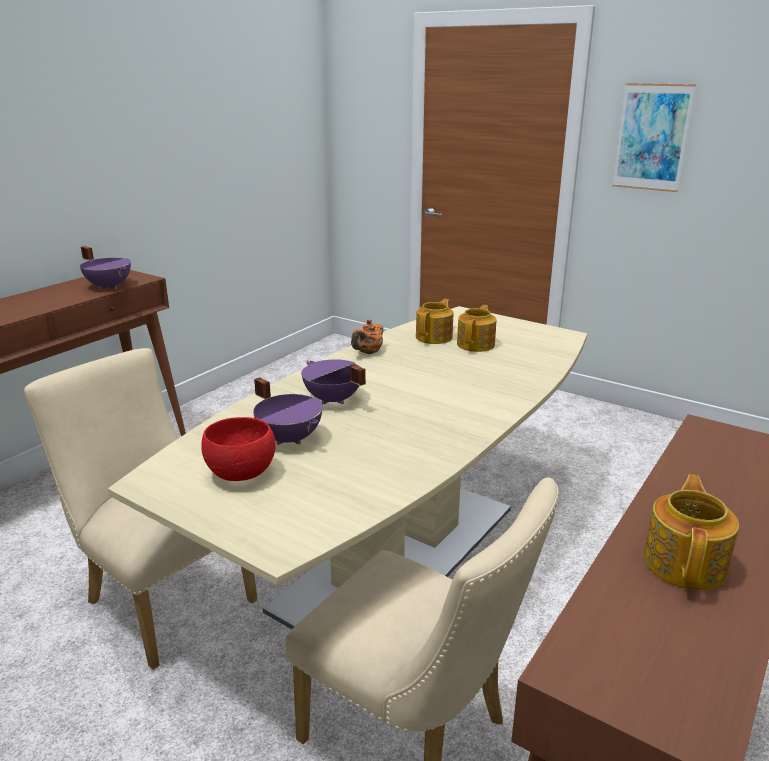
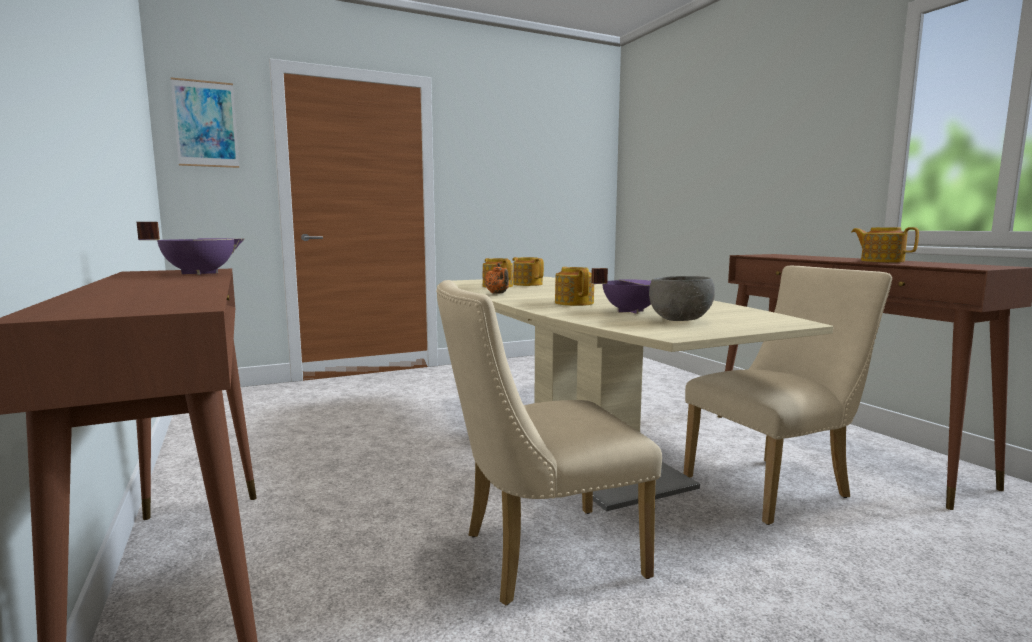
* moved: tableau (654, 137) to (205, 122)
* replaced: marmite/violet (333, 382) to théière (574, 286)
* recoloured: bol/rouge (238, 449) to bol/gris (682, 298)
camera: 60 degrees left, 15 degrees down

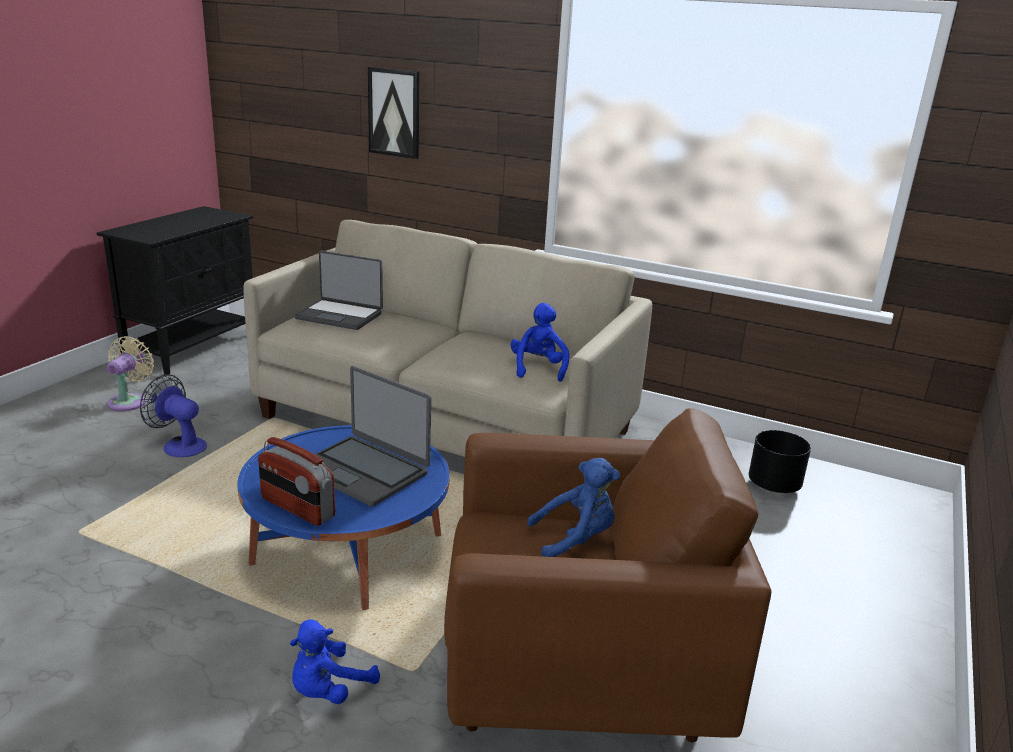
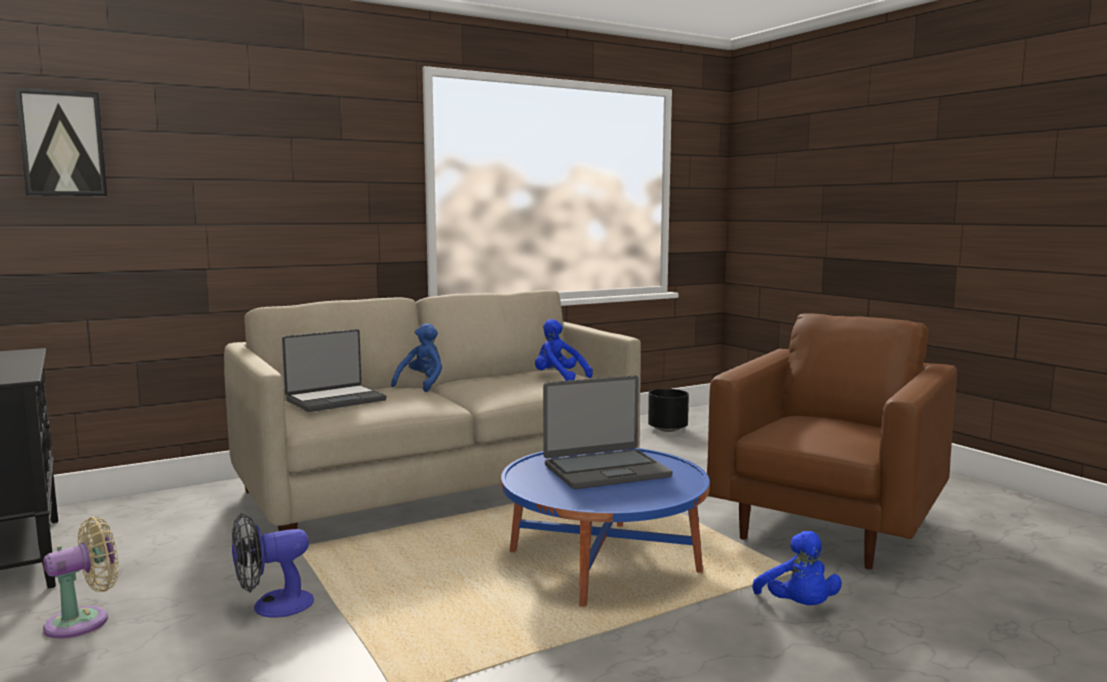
* removed: radio (296, 481)
* moved: tableau (393, 113) to (61, 141)
* moved: peluche/bleu (573, 507) to (416, 357)
* turned: ventilateur/beige (130, 373) = (81, 577) 90 degrees clockwise
camera: 55 degrees left, 15 degrees down

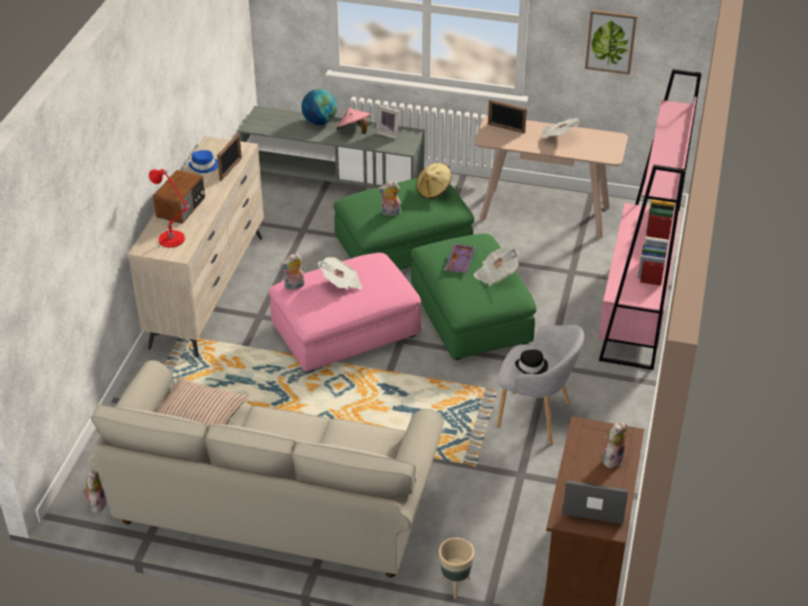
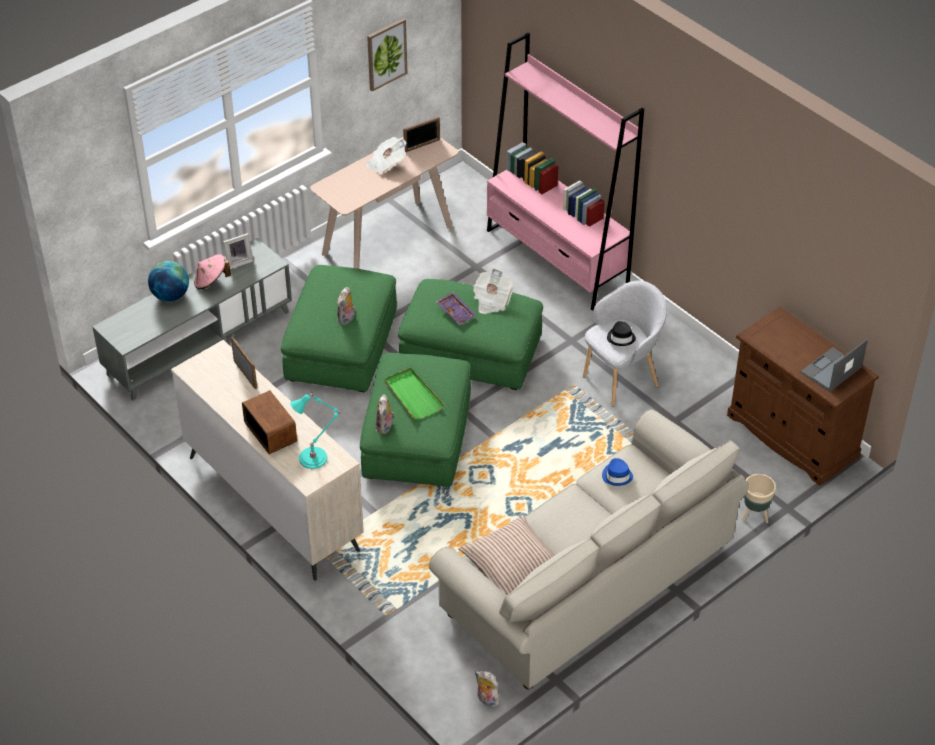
* removed: chapeau/beige (434, 181)
* removed: peluche (615, 445)
* moved: chapeau/bleu (203, 161) to (617, 472)
* moved: cadre photo (507, 116) to (421, 134)
* replaced: journal (340, 273) to plateau/vert (414, 393)
* recoloured: lampe de table/rouge (170, 208) to lampe de table/turquoise (315, 430)
* recoloured: pouf/rose (345, 312) to pouf/vert (415, 420)
camera: 55 degrees left, 5 degrees up

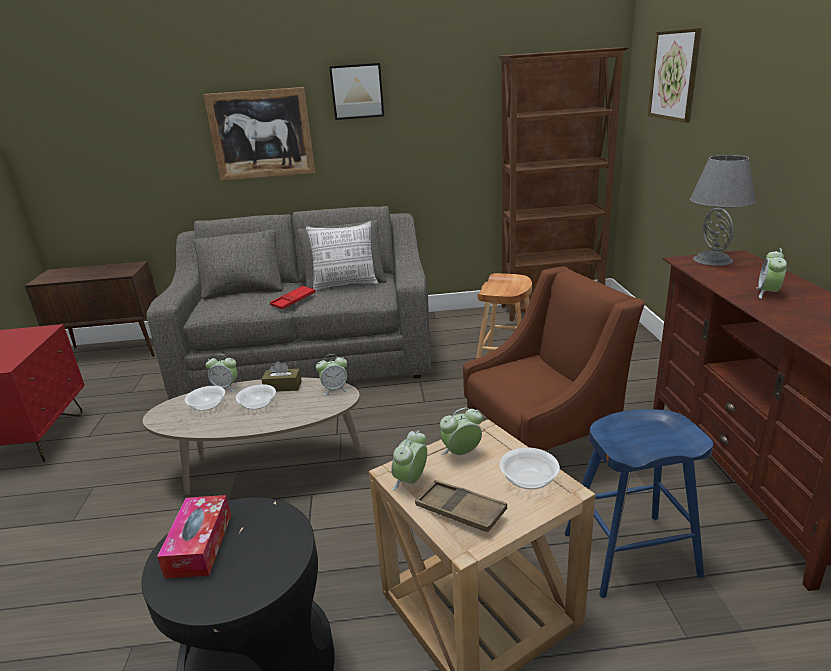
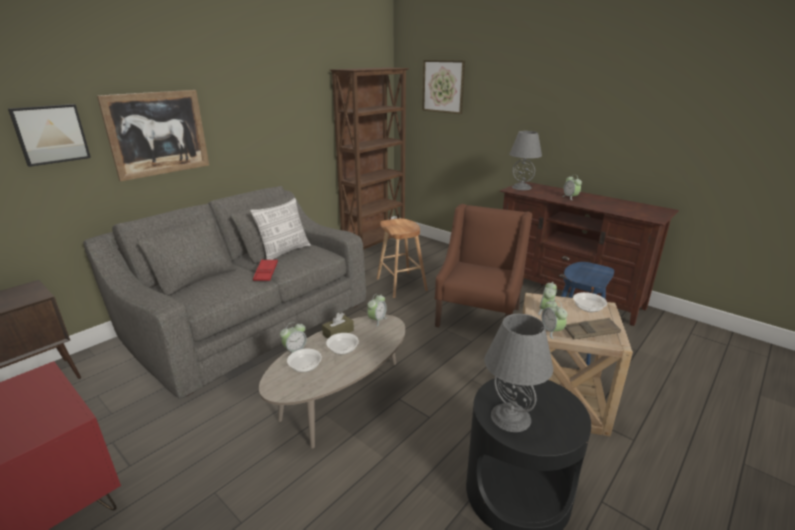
* moved: tableau (356, 91) to (49, 135)
* replaced: boîte à mouchoirs (194, 537) to lampe de table/gris (518, 373)
camera: 45 degrees left, 0 degrees up

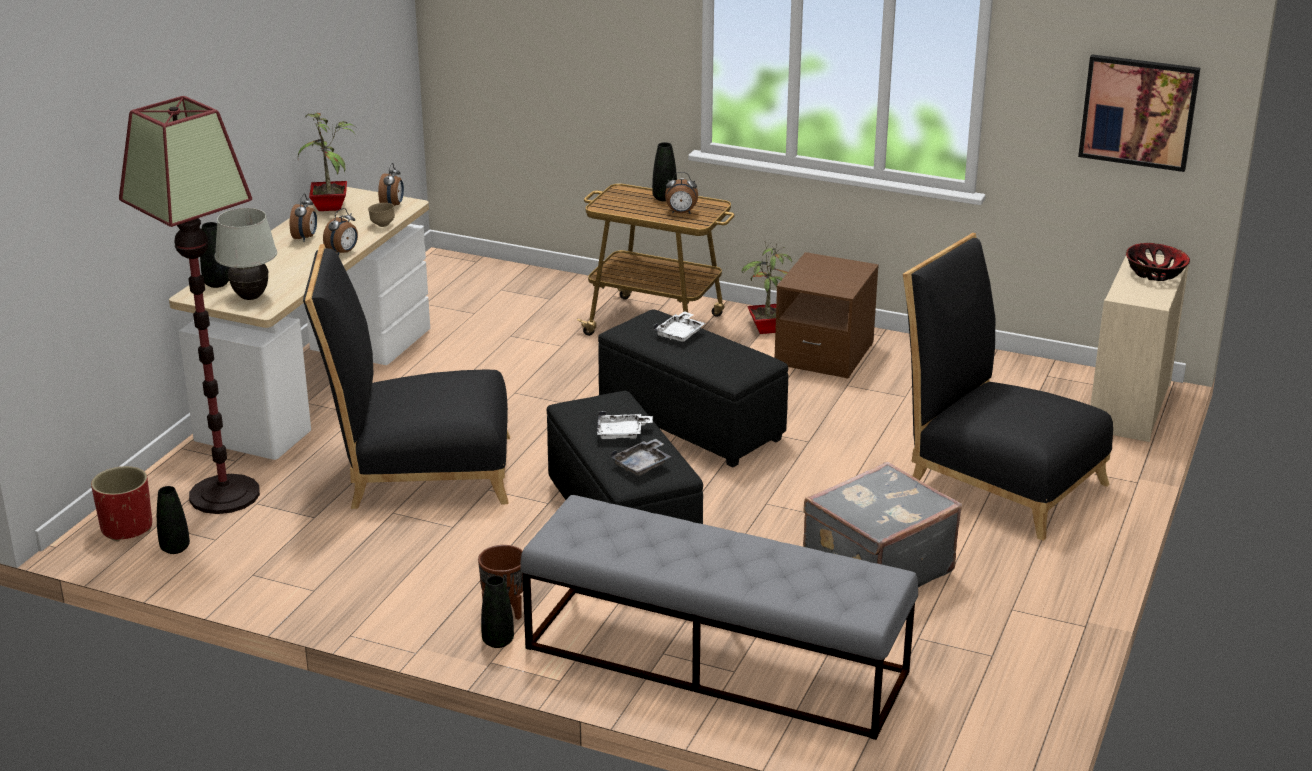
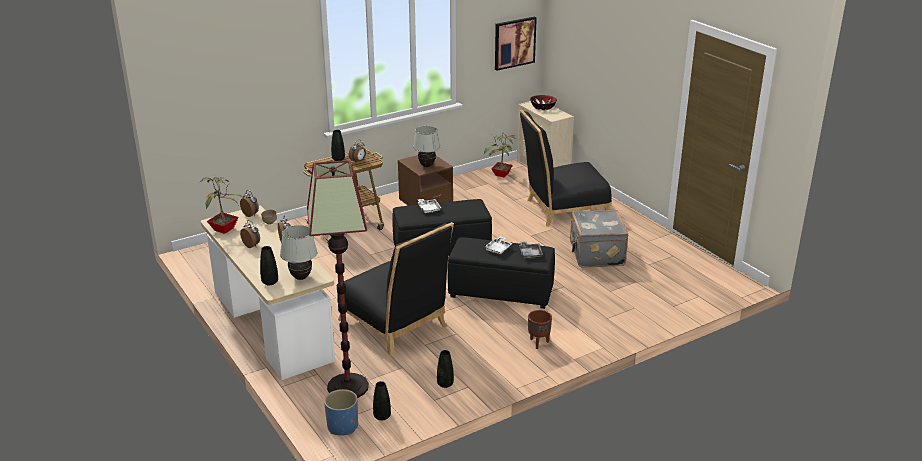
* removed: banc/gris (719, 617)
* added: lampe de table/blanc (426, 146)
* moved: vase/noir (497, 611) to (445, 369)
* moved: plante en pot (766, 288) to (499, 155)
* recoloured: cache-pot/rouge (121, 503) to cache-pot/bleu (341, 412)
* turned: chaise/noir (406, 376) = (395, 289) 75 degrees counterclockwise
camera: 55 degrees left, 0 degrees up

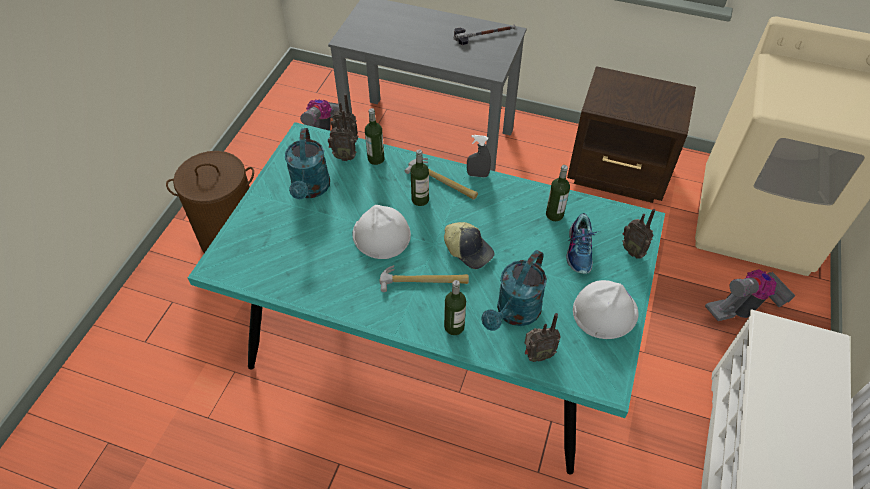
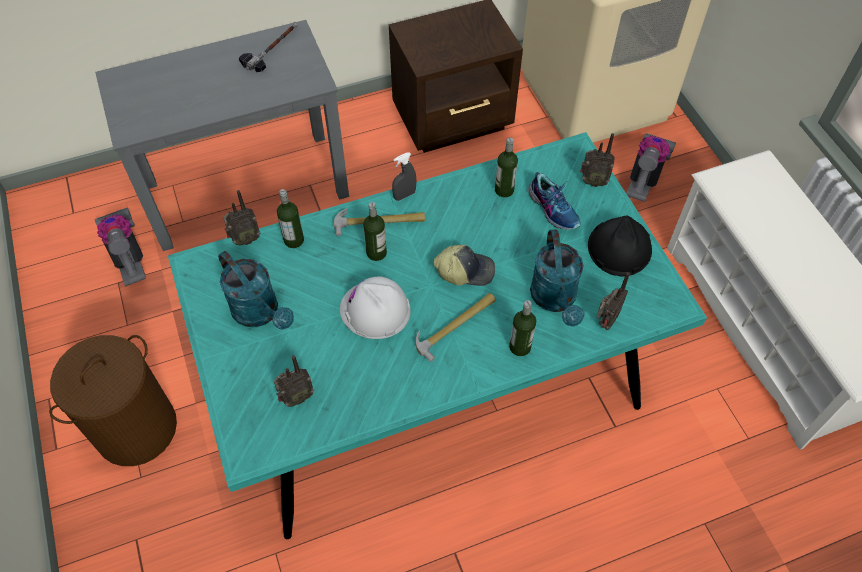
* moved: radio (342, 135) to (294, 381)
* recoloured: casque de chantier/blanc (606, 309) to casque de chantier/noir (620, 246)
camera: 40 degrees left, 5 degrees up

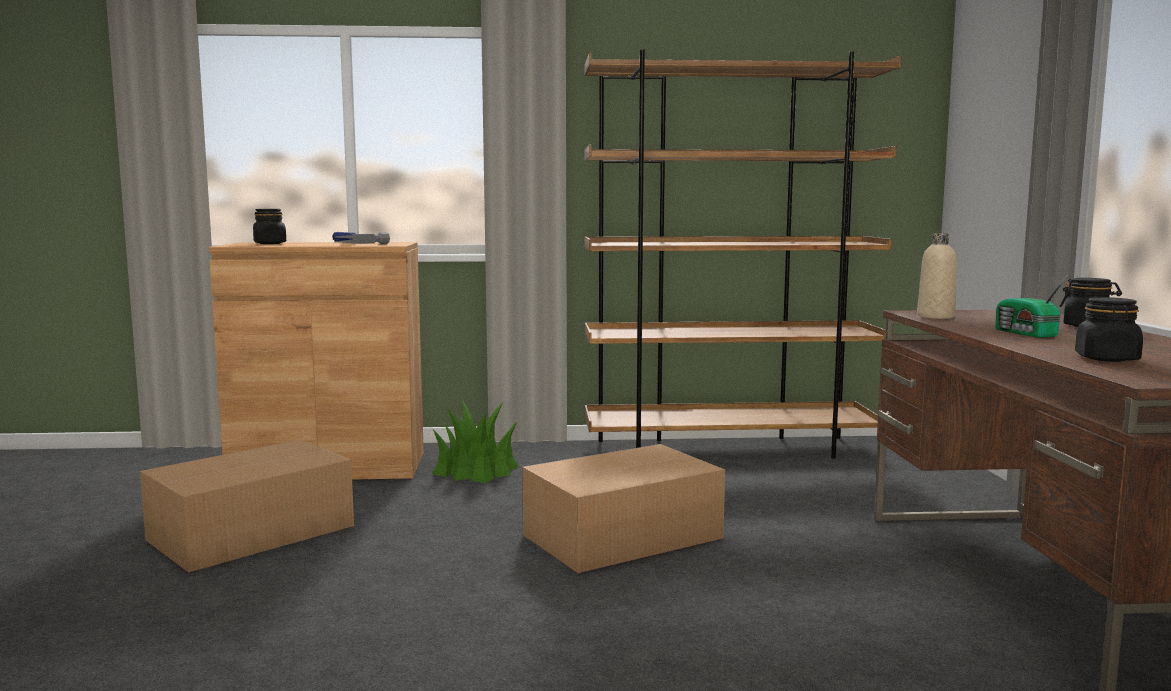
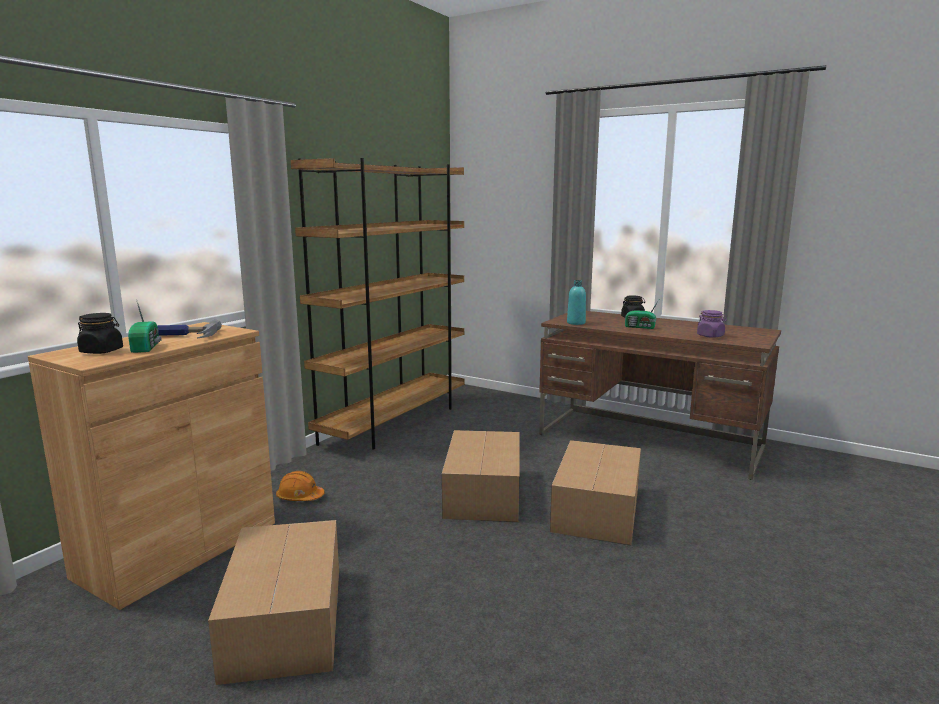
* added: radio (145, 327)
* added: carton (595, 492)
* replaced: plante en pot (475, 442) to casque de chantier/orange (300, 486)
* recoloured: bouteille/beige (937, 276) to bouteille/turquoise (576, 302)
* recoloured: bocal/noir (1109, 329) to bocal/violet (712, 324)
camera: 55 degrees left, 5 degrees up

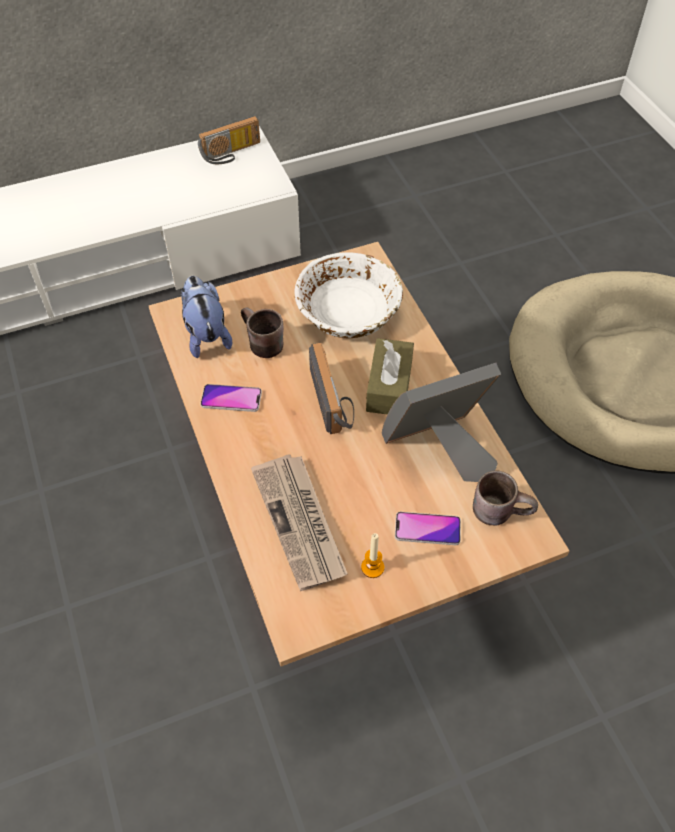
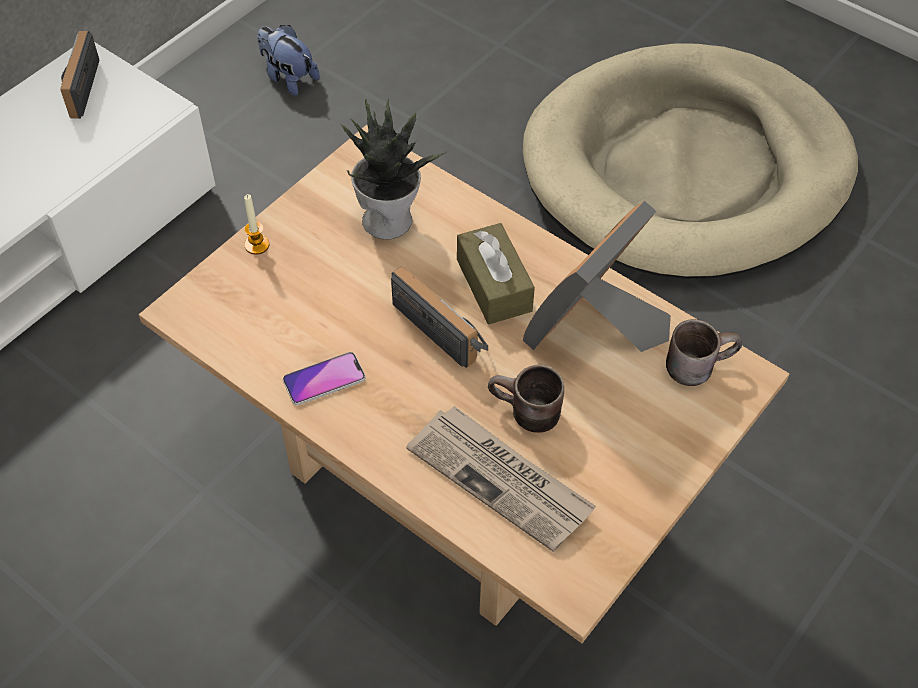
* removed: téléphone (428, 528)
* moved: peluche (206, 317) to (288, 60)
* moved: mug/marron (262, 333) to (526, 399)
* moved: bougie (372, 555) to (256, 224)
* replaced: bol/blanc (349, 295) to plante en pot (394, 169)
* turned: radio (229, 140) = (80, 75) 150 degrees clockwise
camera: 30 degrees left, 0 degrees up

